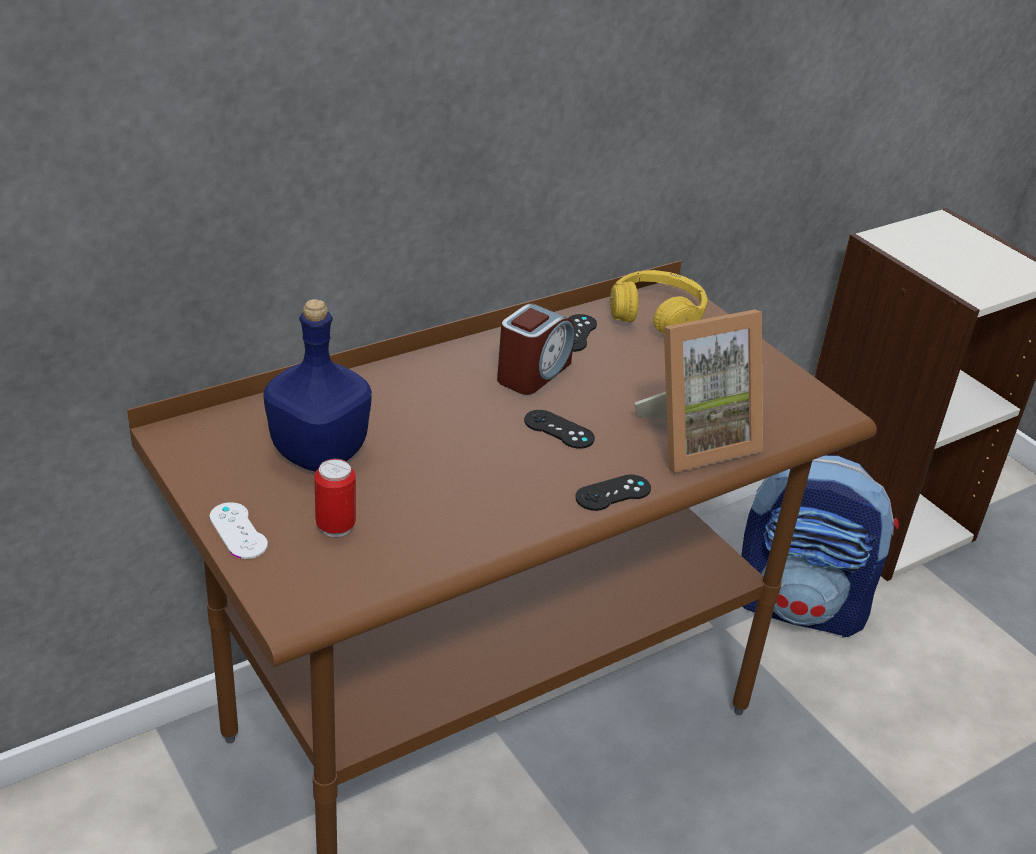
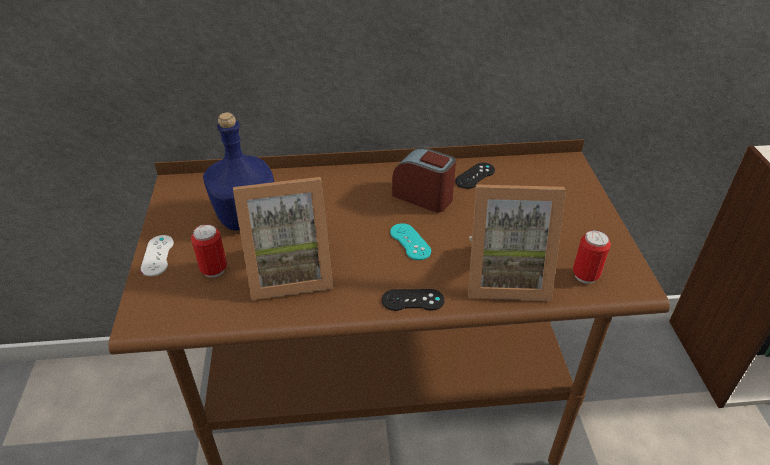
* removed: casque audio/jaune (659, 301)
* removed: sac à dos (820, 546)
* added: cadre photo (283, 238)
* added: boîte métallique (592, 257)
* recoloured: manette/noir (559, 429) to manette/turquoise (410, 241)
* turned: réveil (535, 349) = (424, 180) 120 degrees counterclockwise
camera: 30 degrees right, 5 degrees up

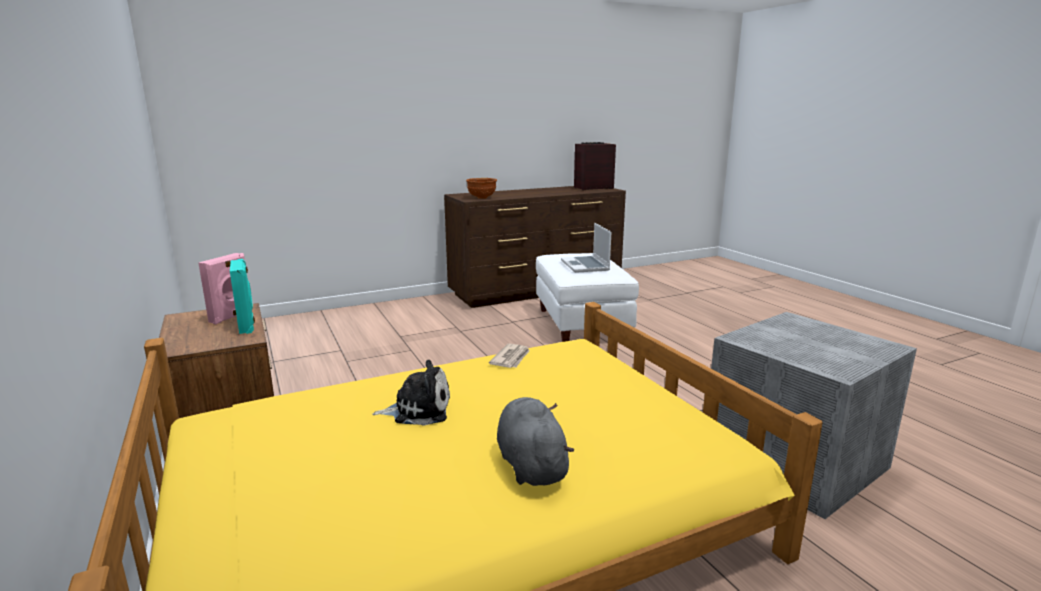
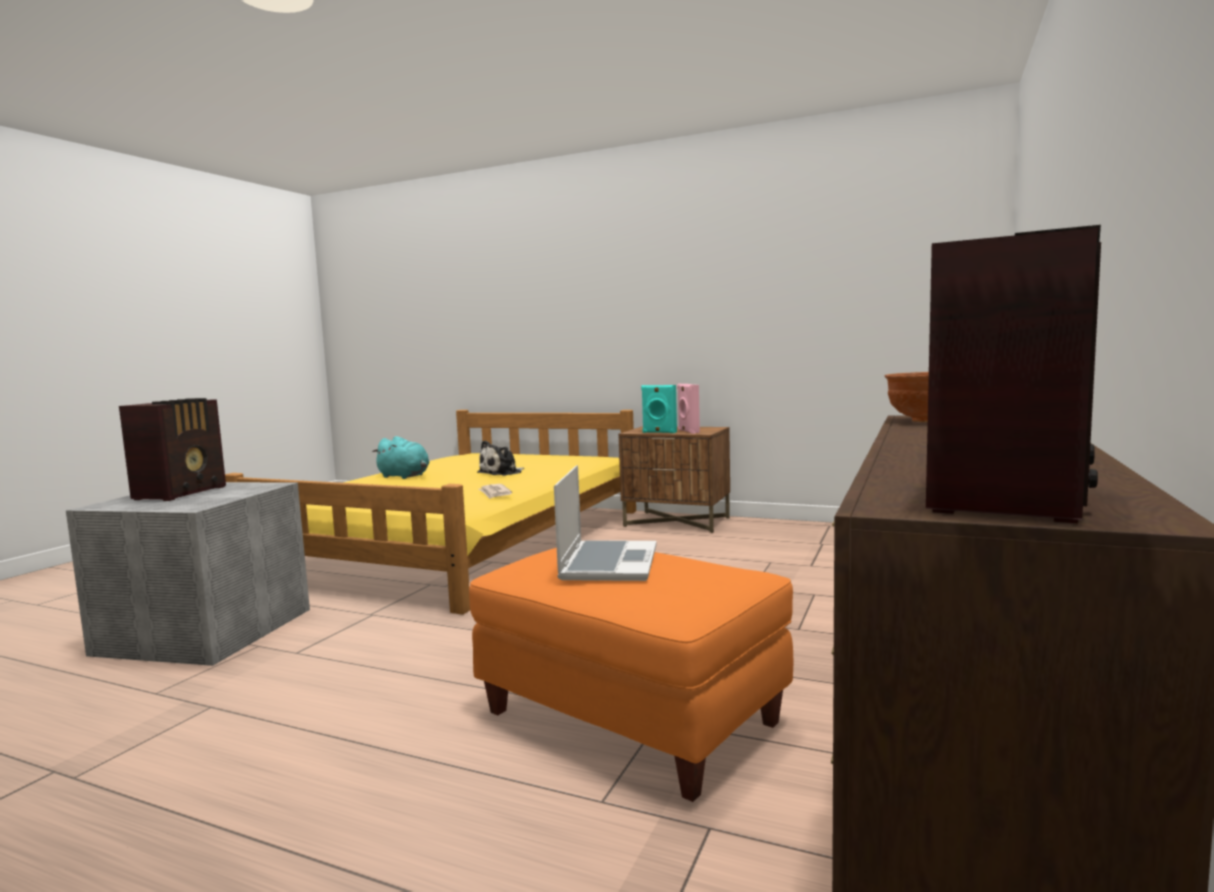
* added: radio (172, 449)
* recoloured: peluche/gris (535, 441) to peluche/turquoise (401, 457)
* recoloured: pouf/blanc (587, 297) to pouf/orange (631, 675)
* turned: ordinateur portable (586, 248) = (605, 523) 60 degrees clockwise
camera: 140 degrees right, 10 degrees down

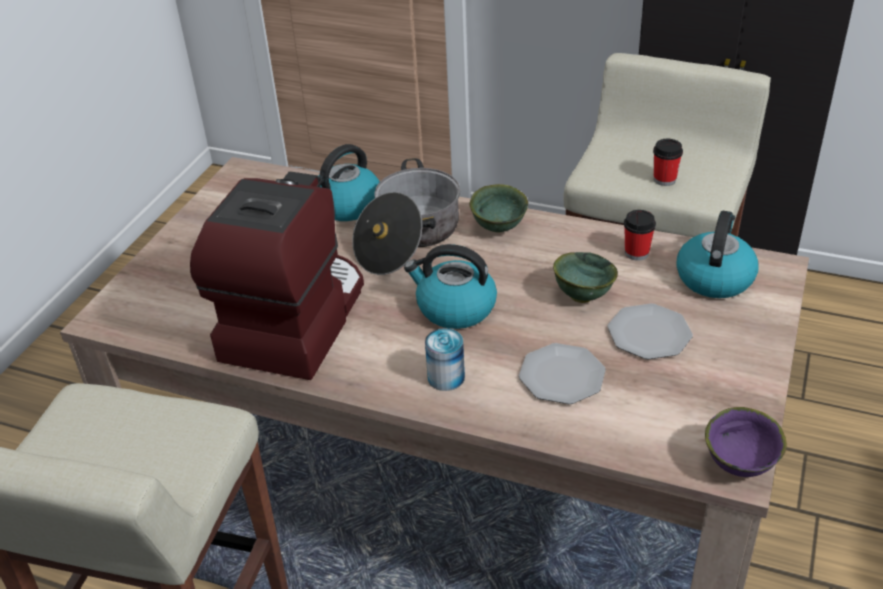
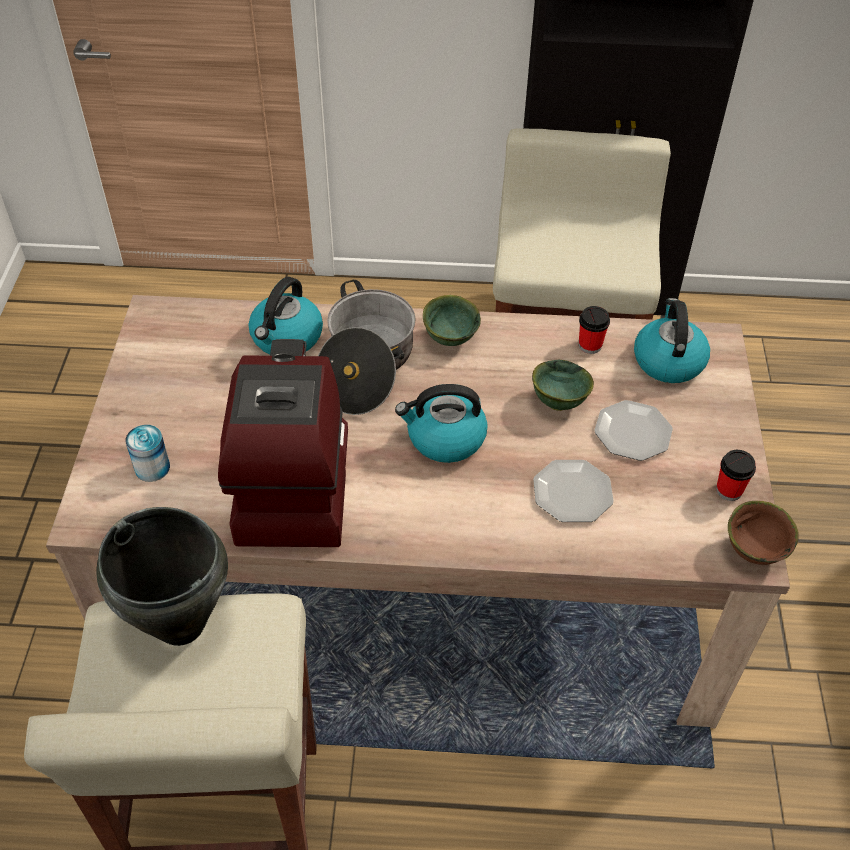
* added: marmite/noir (162, 576)
* moved: boîte métallique (445, 359) to (147, 453)
* moved: tasse (668, 162) to (736, 475)
* recoloured: bol/violet (746, 442) to bol/marron (763, 533)
camera: 20 degrees left, 10 degrees up

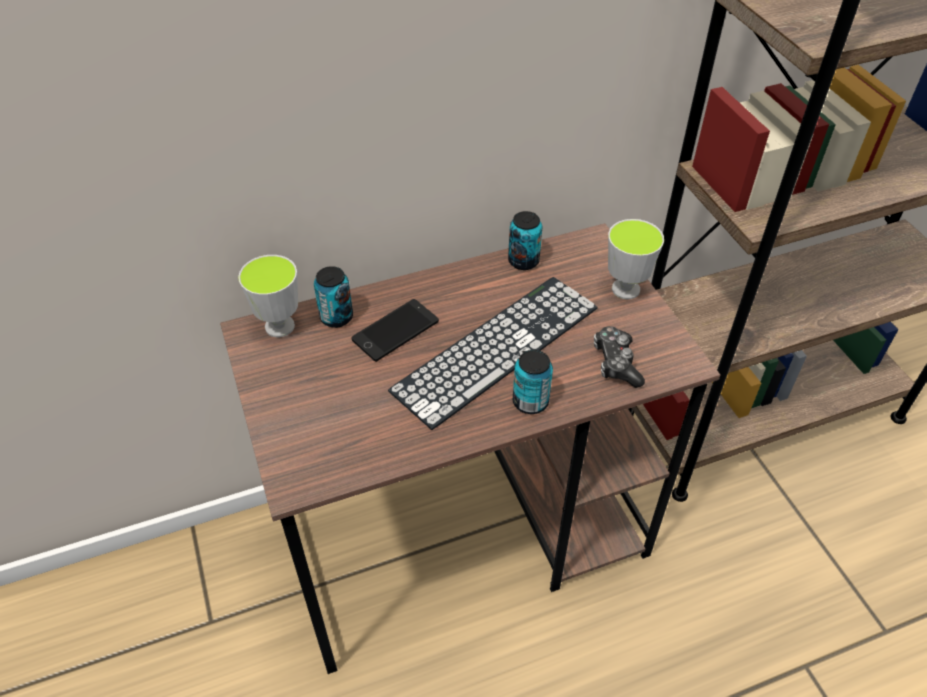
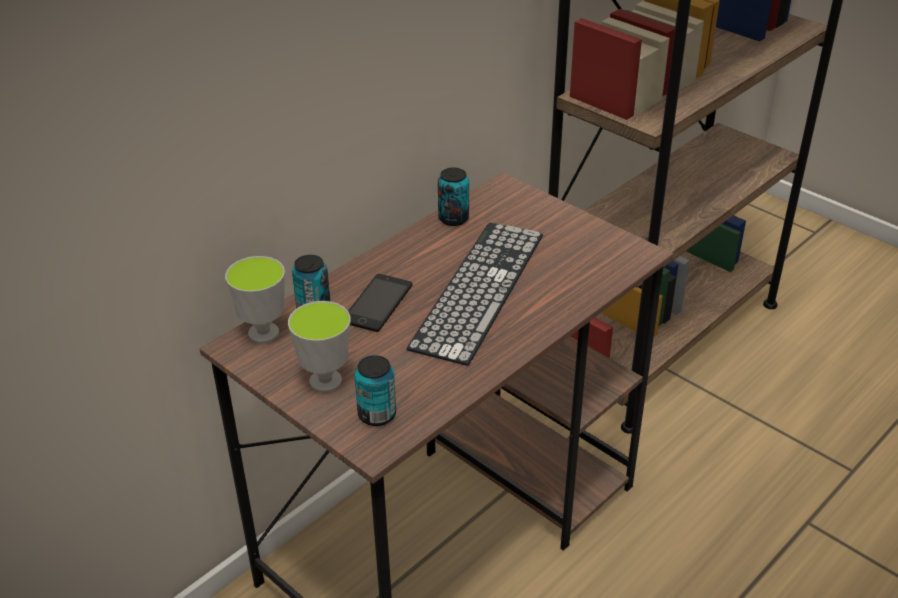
* removed: manette (619, 357)
* moved: boîte métallique (533, 382) to (375, 390)
* moved: tasse (636, 259) to (319, 346)
camera: 25 degrees left, 10 degrees down

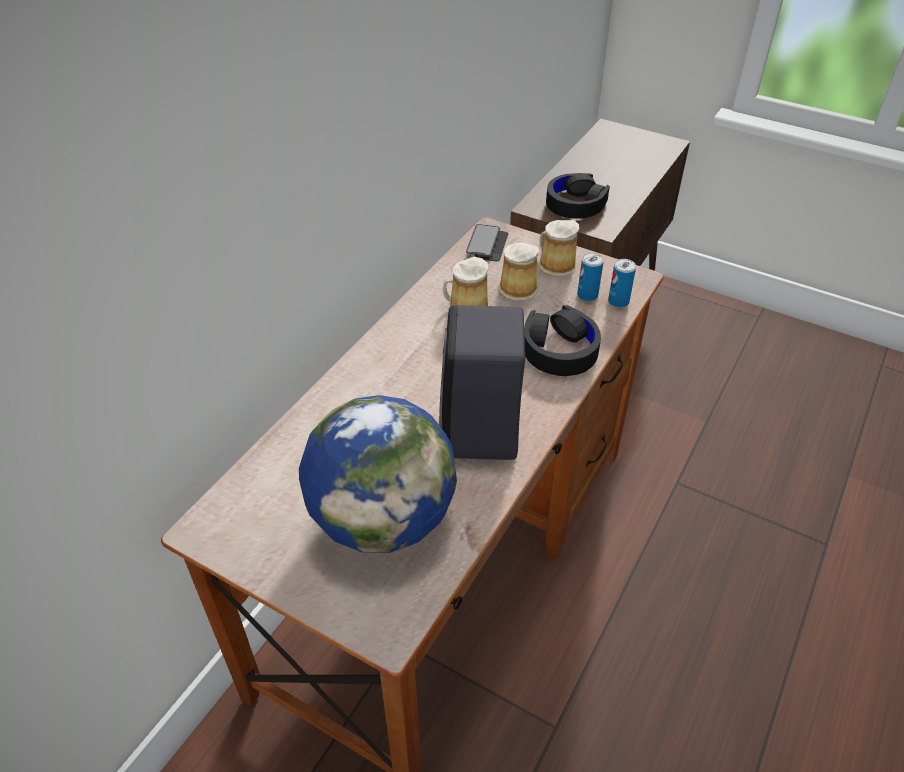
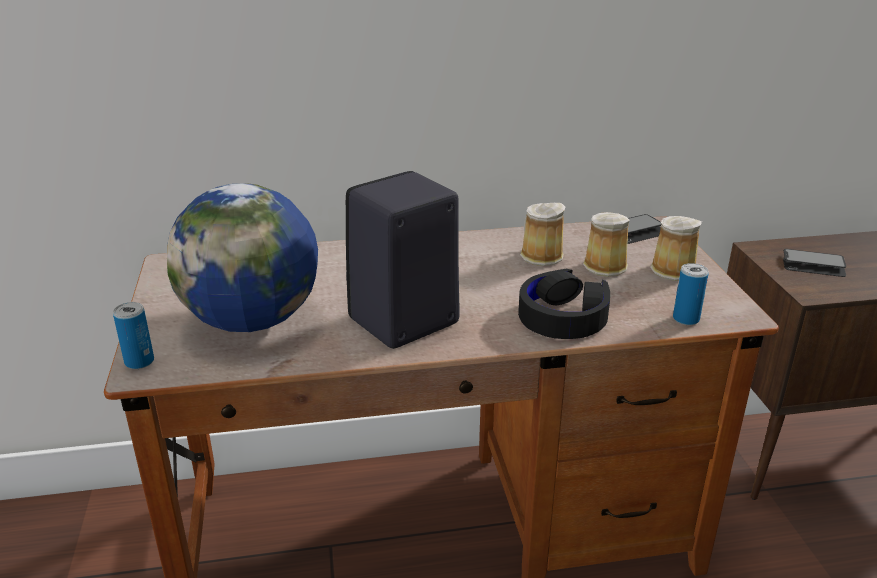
* moved: boîte métallique (590, 277) to (133, 335)
* replaced: casque audio/noir (578, 196) to téléphone (814, 263)
camera: 50 degrees right, 15 degrees down

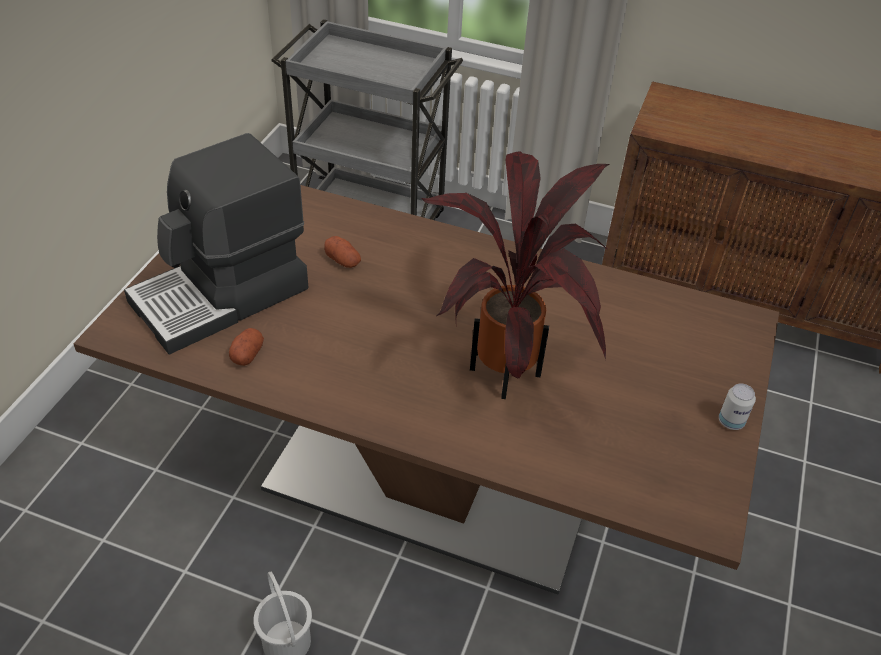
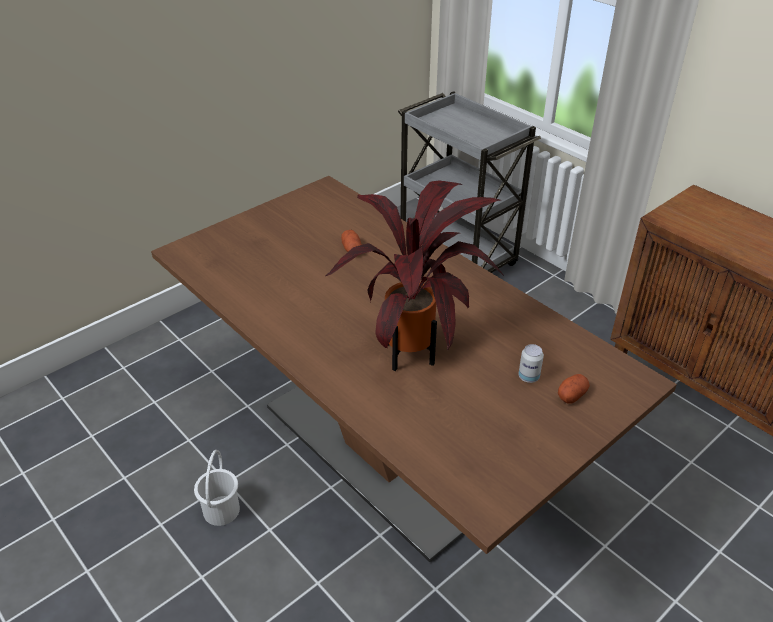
* removed: machine à café (216, 244)
* moved: pomme de terre (246, 347) to (574, 388)
* moved: boîte métallique (737, 406) to (531, 363)
camera: 30 degrees right, 5 degrees down

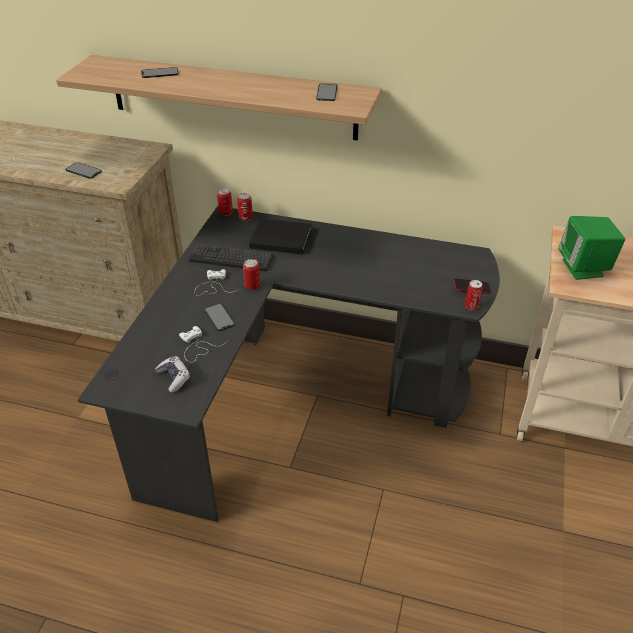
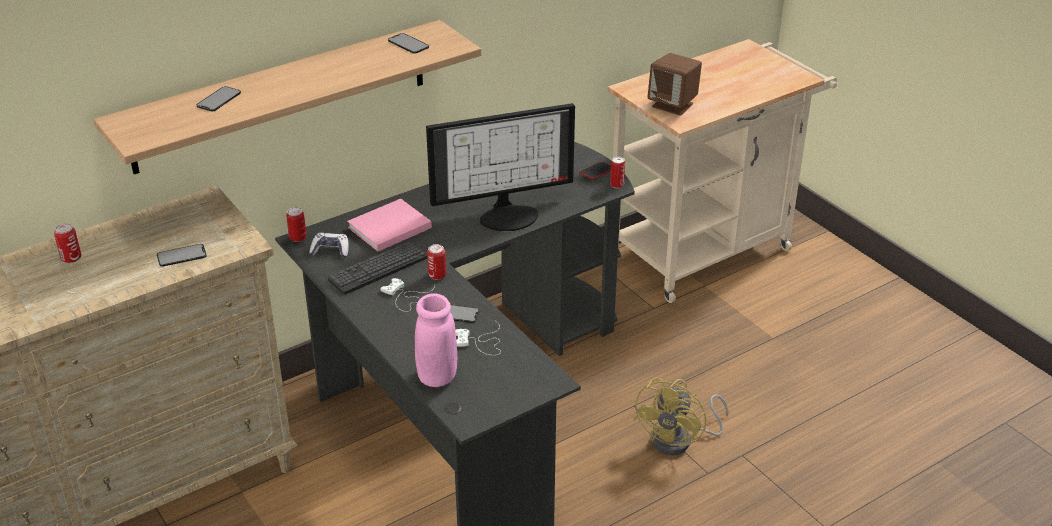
* added: vase/rose (436, 340)
* added: écran d'ordinateur (500, 167)
* added: ventilateur/jaune (681, 416)
* moved: manette (172, 374) to (329, 245)
* moved: boîte métallique (245, 207) to (67, 243)
* recoloured: livre/noir (280, 237) to livre/rose (389, 225)
* recoloured: enceinte/vert (591, 248) to enceinte/marron (674, 84)
camera: 50 degrees left, 5 degrees down

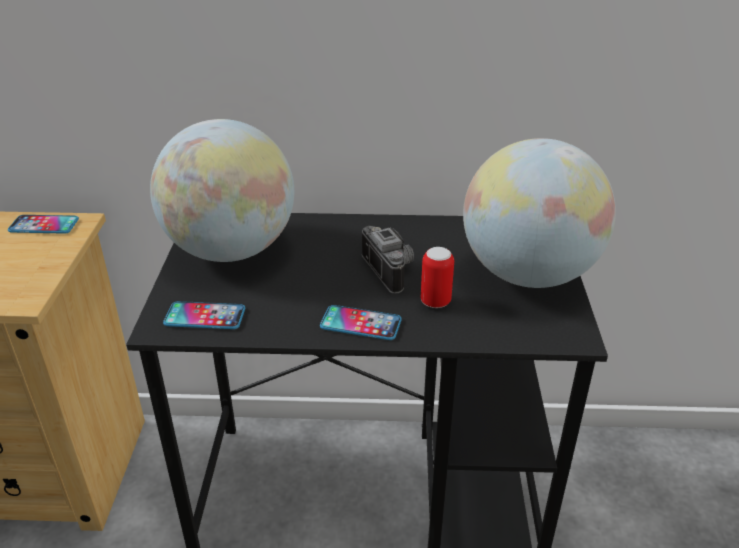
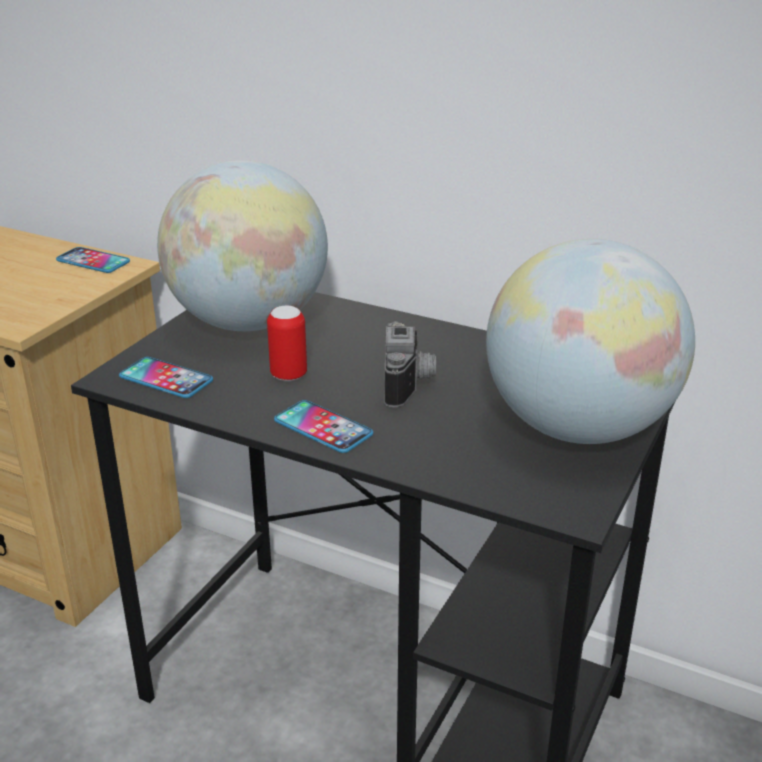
* moved: boîte métallique (437, 277) to (287, 343)
camera: 25 degrees right, 5 degrees down

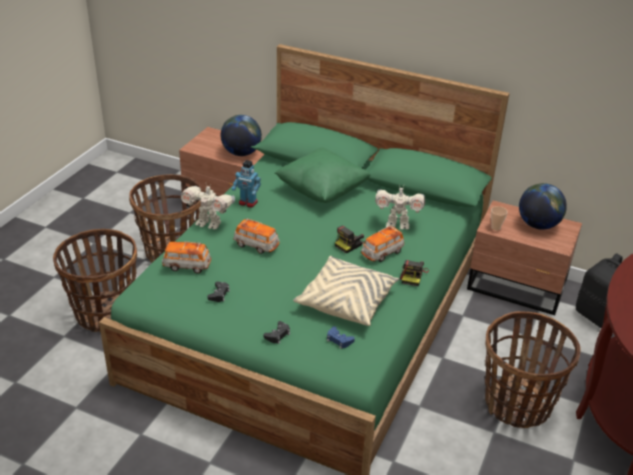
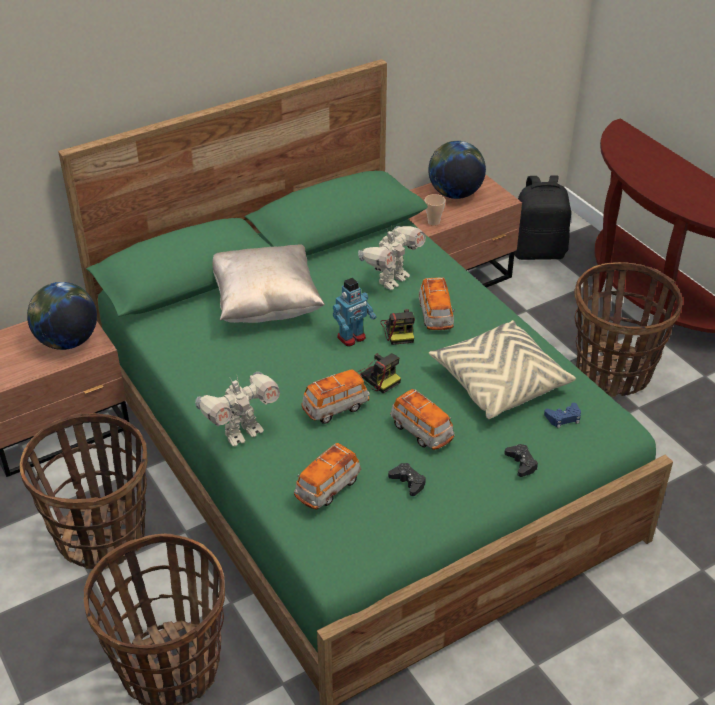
* added: petite voiture (422, 419)
* moved: robot jouet (246, 184) to (354, 312)
* moved: appareil photo (414, 273) to (379, 373)
* recoloured: coussin/vert (322, 175) to coussin/beige (269, 283)
camera: 55 degrees left, 5 degrees up

